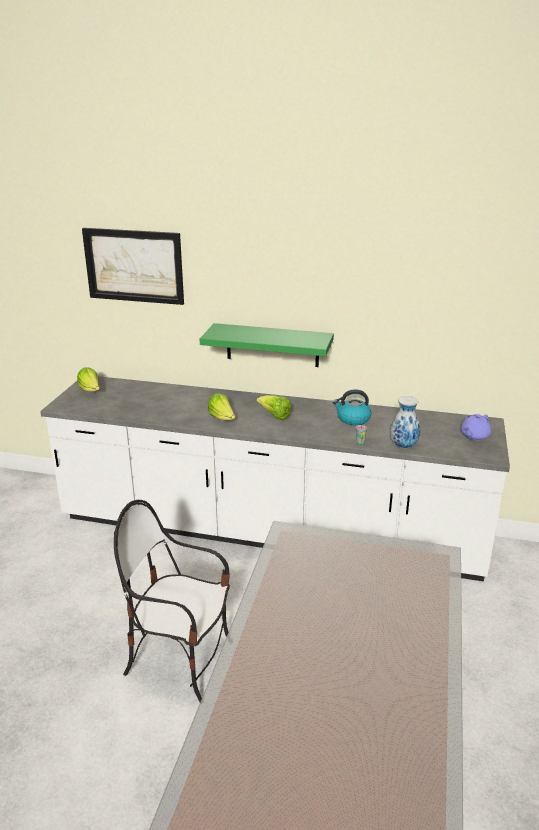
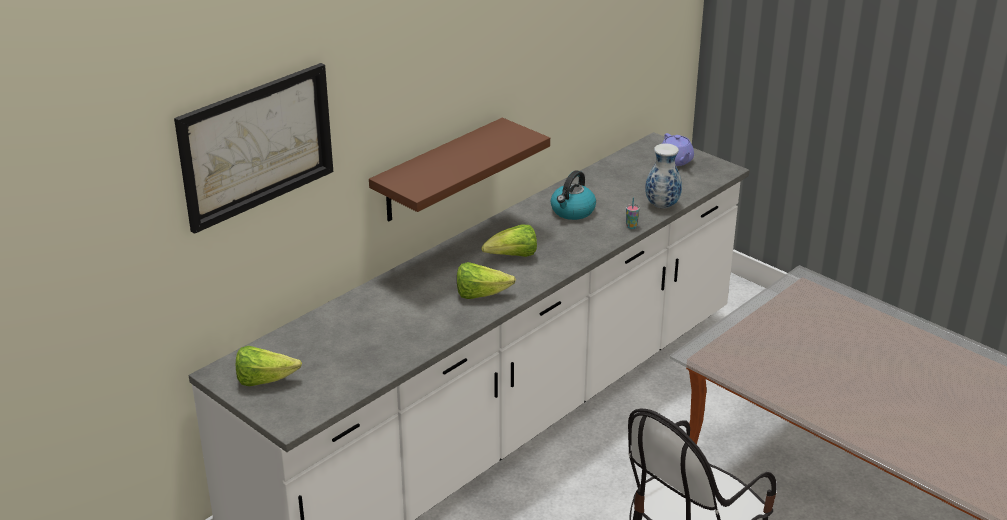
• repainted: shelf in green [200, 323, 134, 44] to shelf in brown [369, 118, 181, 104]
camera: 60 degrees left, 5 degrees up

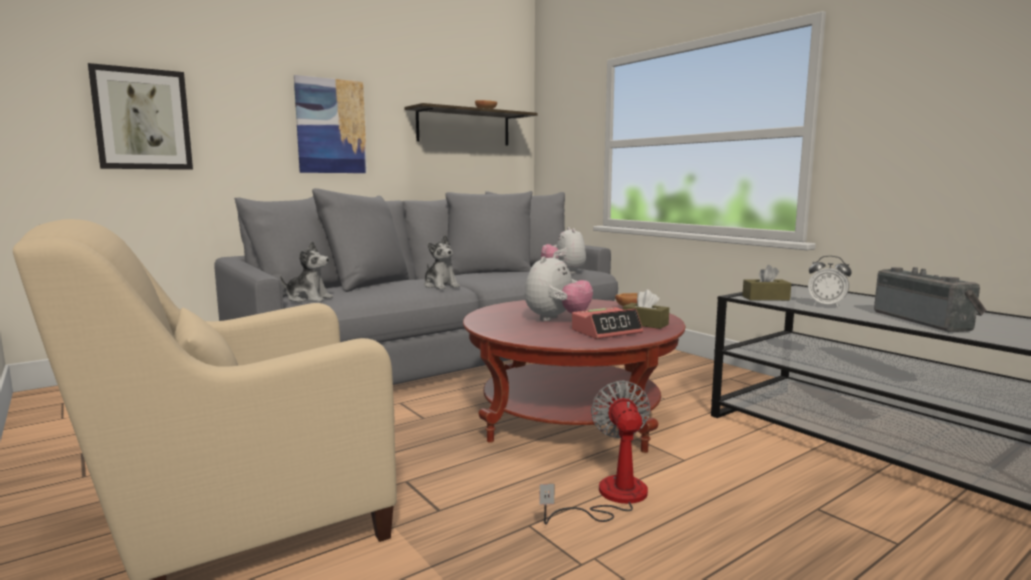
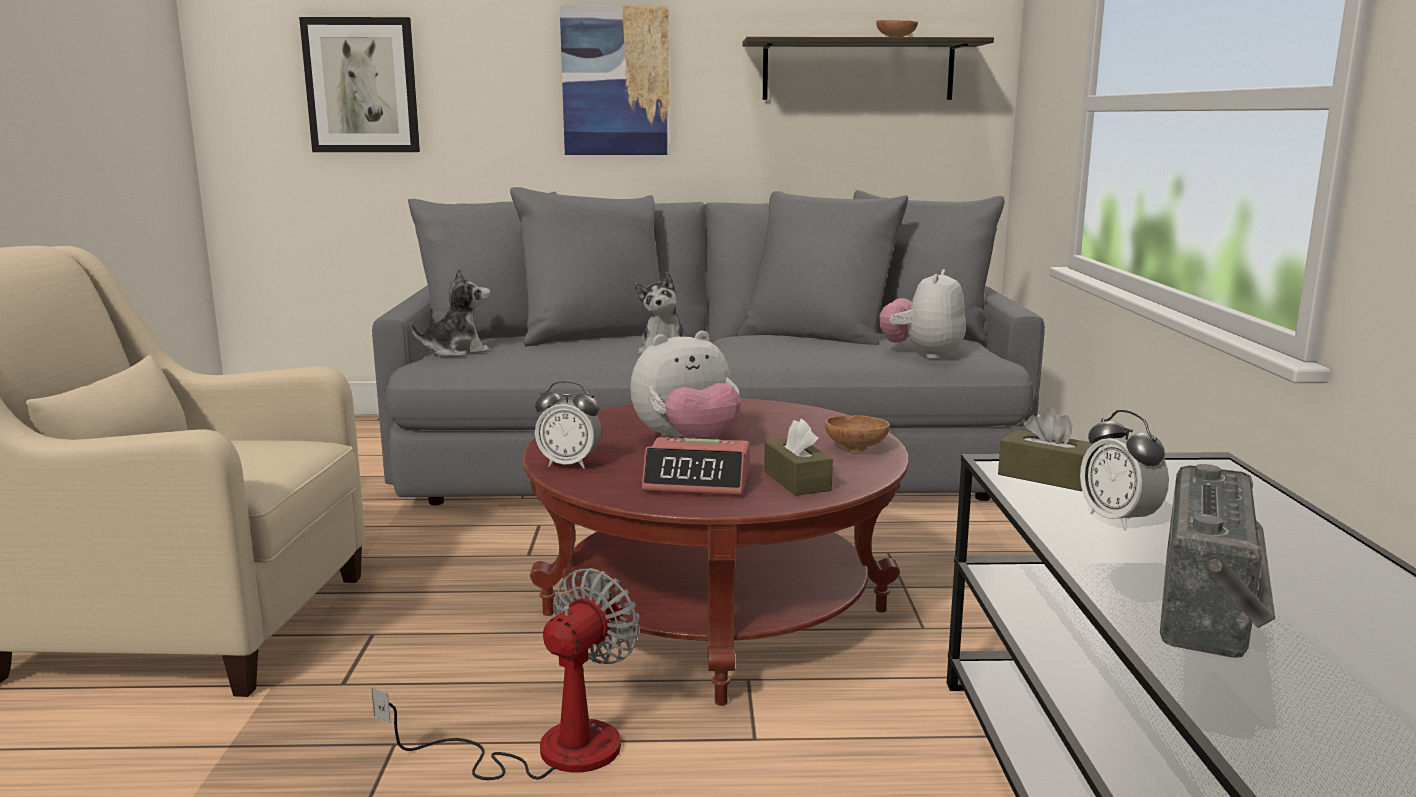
• rotated: plush toy [280, 241, 53, 62] = [411, 268, 80, 89] 75 degrees counterclockwise
• new: alarm clock [535, 381, 67, 88]
camera: 35 degrees right, 5 degrees up

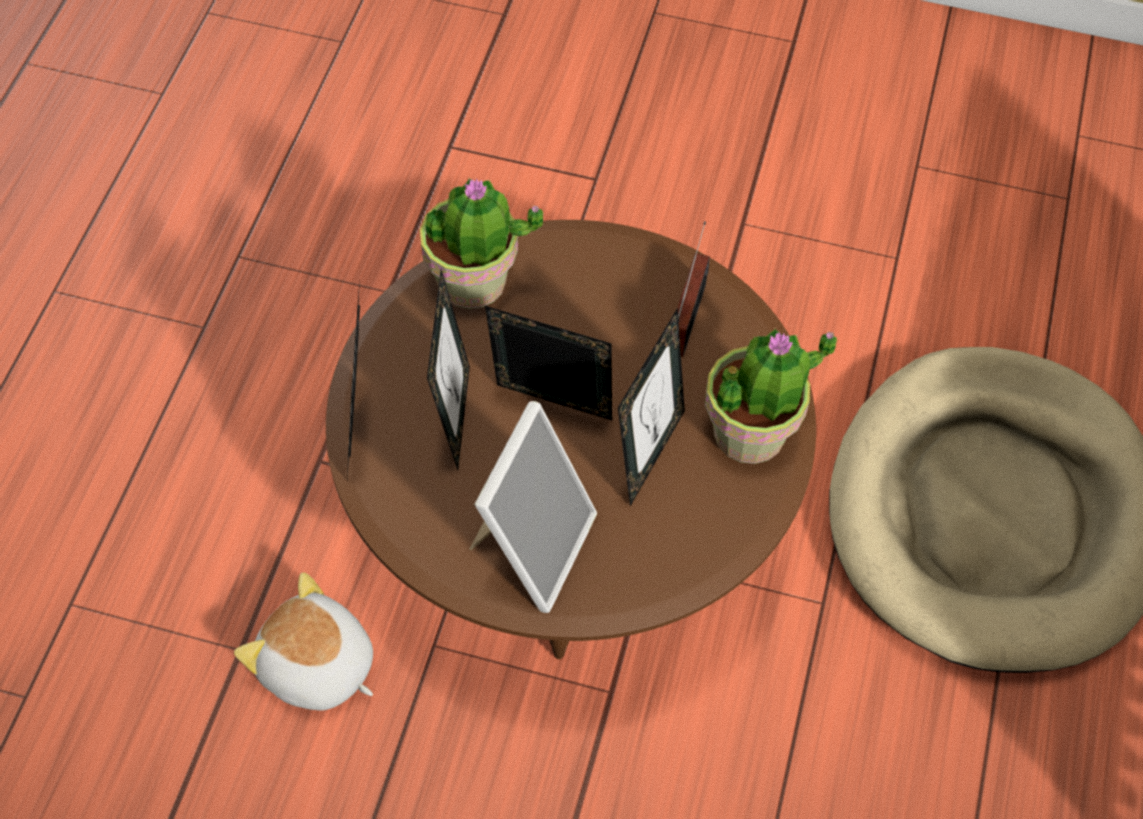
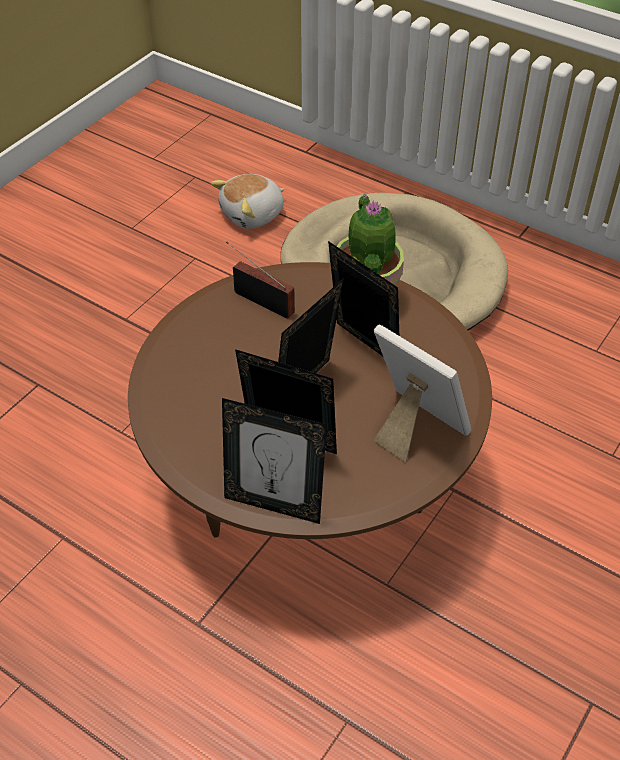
• gone: potted plant [420, 177, 123, 132]
• shifted: plush toy [234, 572, 139, 139] to [211, 174, 74, 55]
camera: 70 degrees left, 10 degrees down

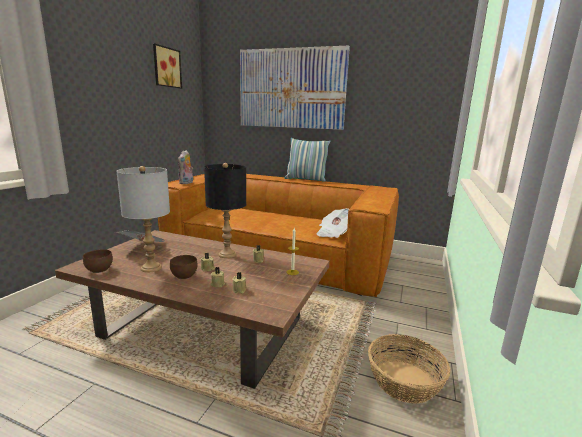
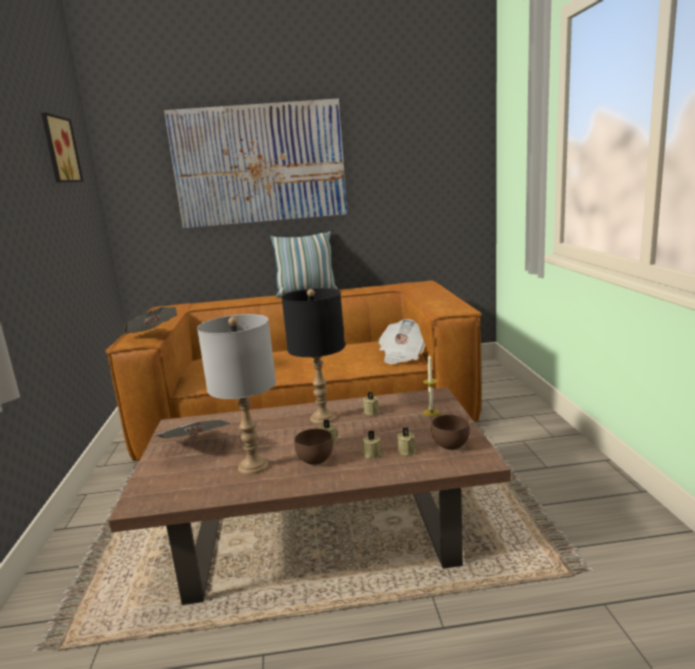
• swapped: plush toy [178, 150, 15, 34] to newspaper [123, 307, 54, 27]
• shifted: bowl in brown [83, 249, 30, 24] to [431, 415, 39, 35]
• gone: basket [368, 334, 82, 70]
camera: 25 degrees left, 0 degrees up

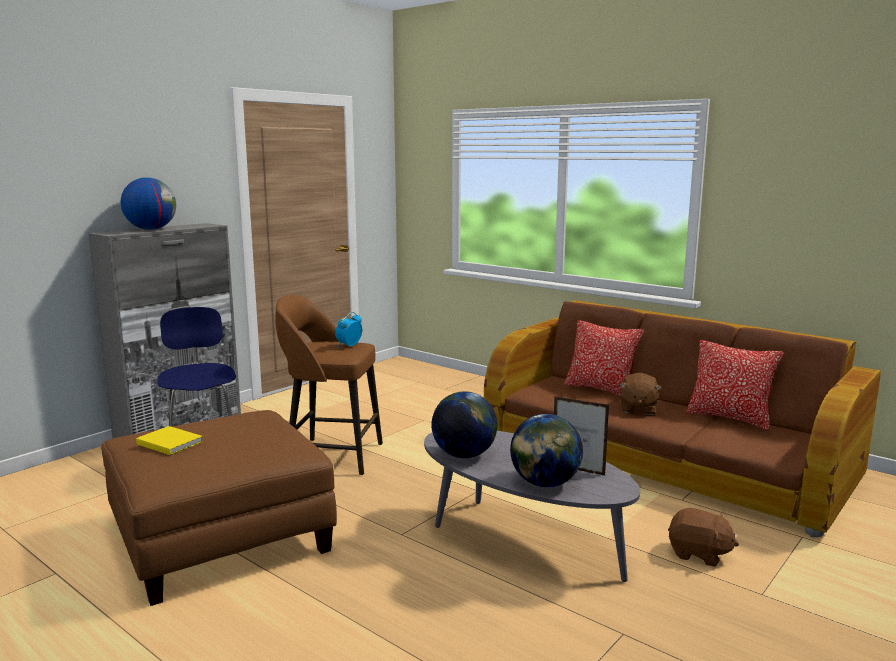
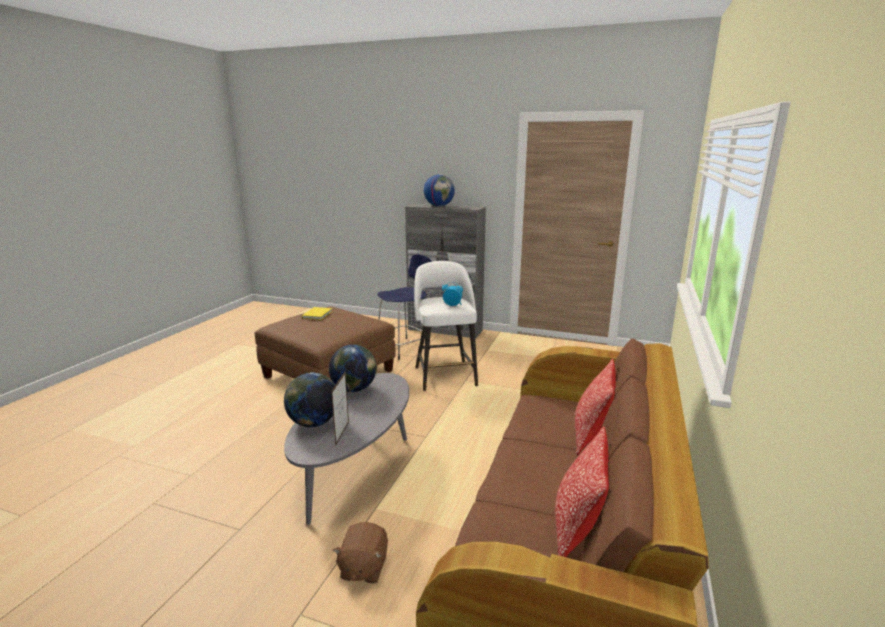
• repainted: stool in brown [275, 295, 108, 180] to stool in white [414, 261, 64, 130]
• gone: plush toy in brown [619, 373, 43, 42]
camera: 70 degrees right, 5 degrees up

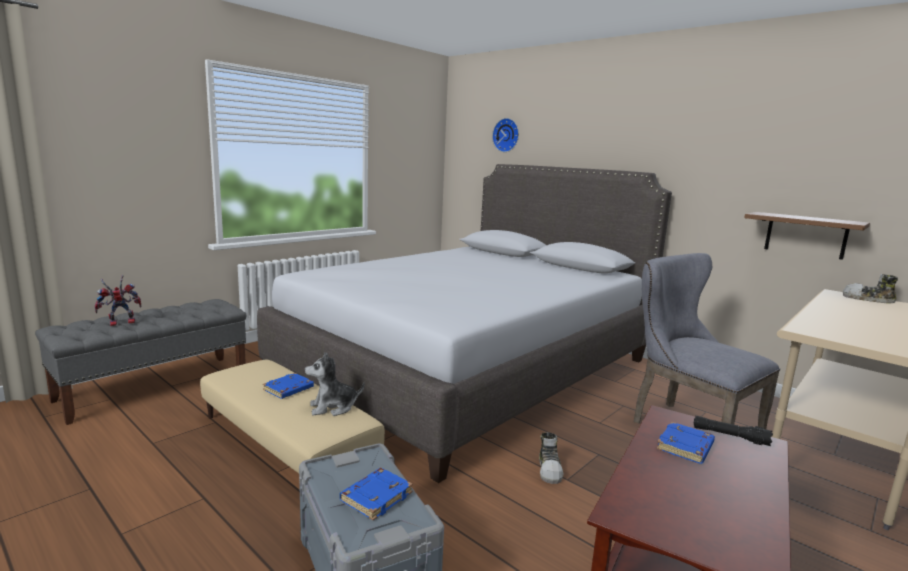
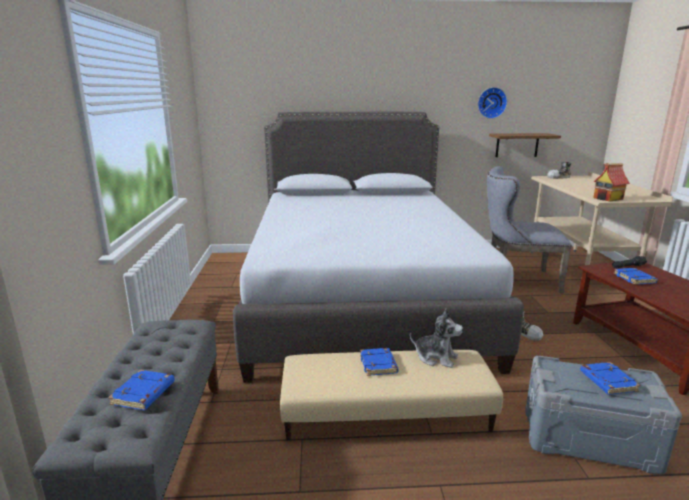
• shifted: wall clock [492, 118, 27, 34] to [478, 87, 29, 32]
• swapped: toy robot [95, 275, 46, 51] to book in blue [108, 370, 67, 40]
• rotated: plush toy [305, 352, 60, 64] = [410, 308, 53, 60] 90 degrees counterclockwise
• new: toy house [593, 163, 37, 39]
camera: 45 degrees left, 5 degrees up

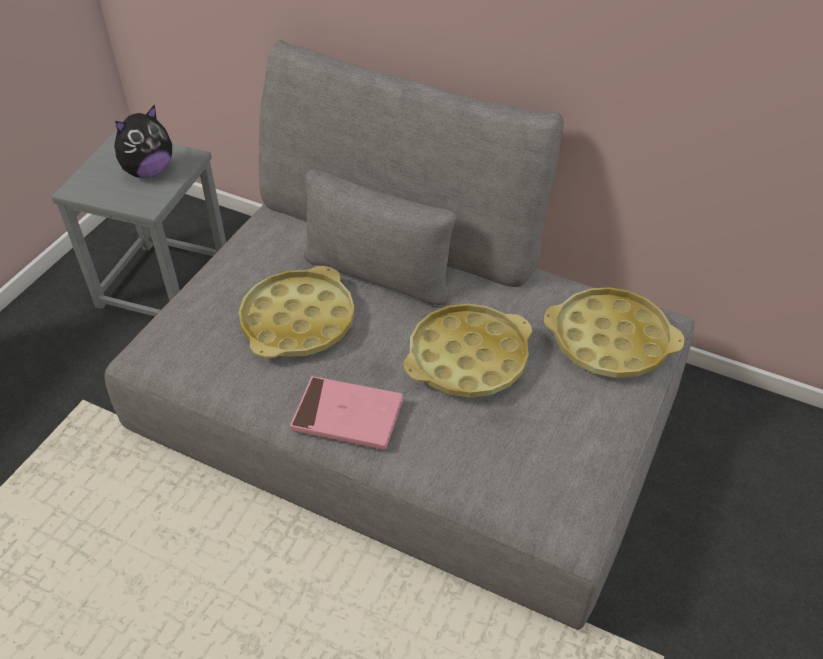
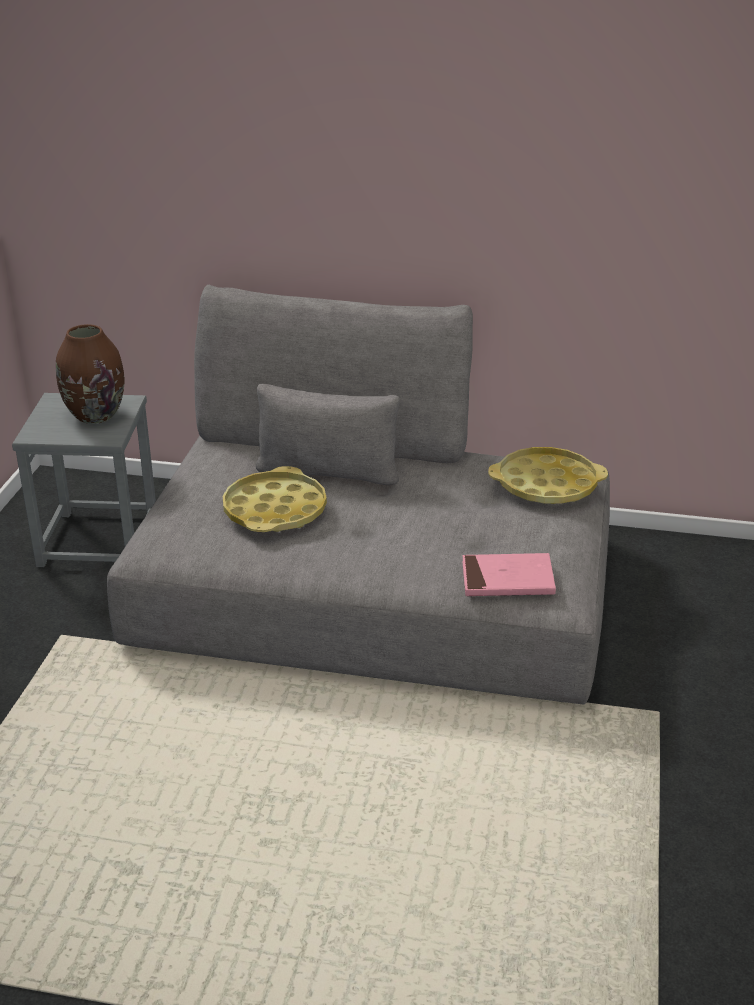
• swapped: plush toy [114, 105, 58, 73] to vase in brown [56, 324, 69, 100]
• gone: tray in yellow [403, 304, 129, 94]
• shifted: book in pink [290, 376, 113, 74] to [462, 553, 94, 43]
camera: 15 degrees left, 15 degrees down

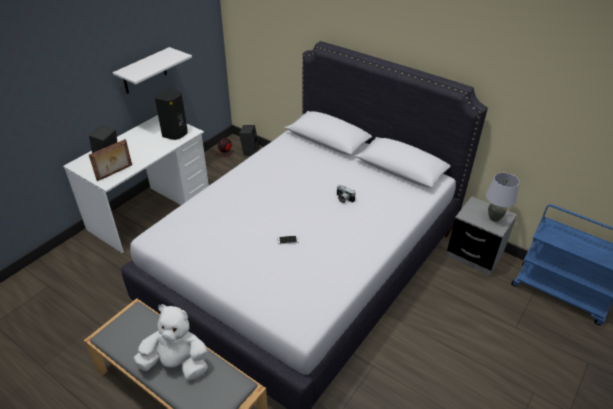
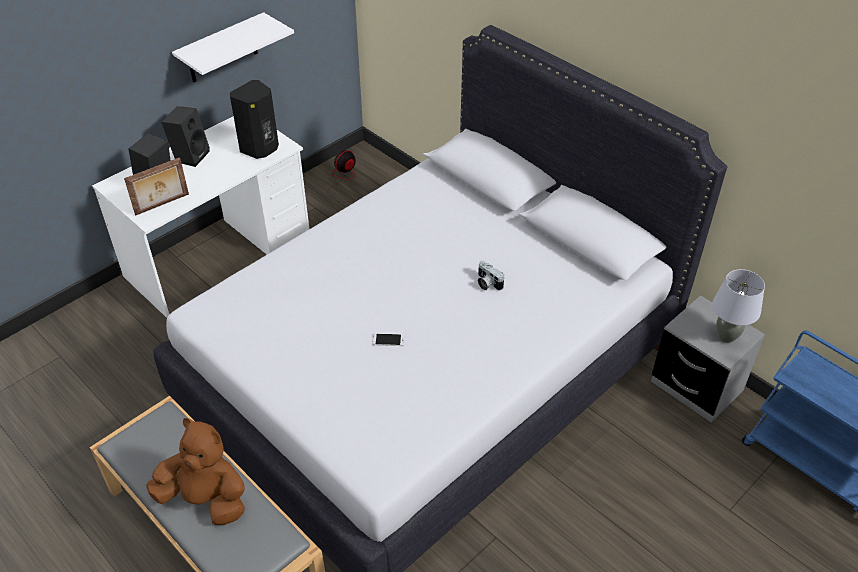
• shifted: speaker in black [239, 125, 20, 31] to [161, 106, 49, 61]
• repainted: plush toy in white [133, 304, 75, 76] to plush toy in brown [146, 418, 99, 107]
camera: 10 degrees right, 5 degrees up

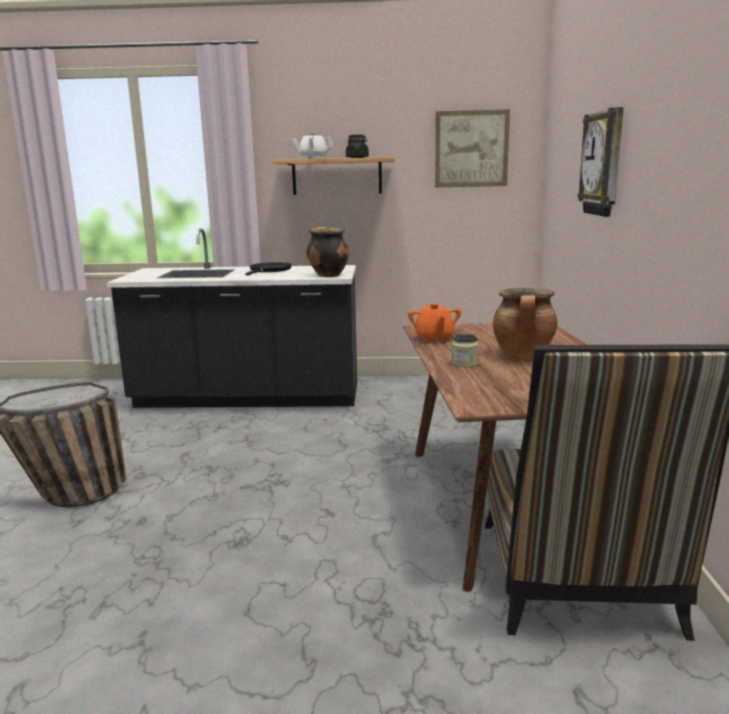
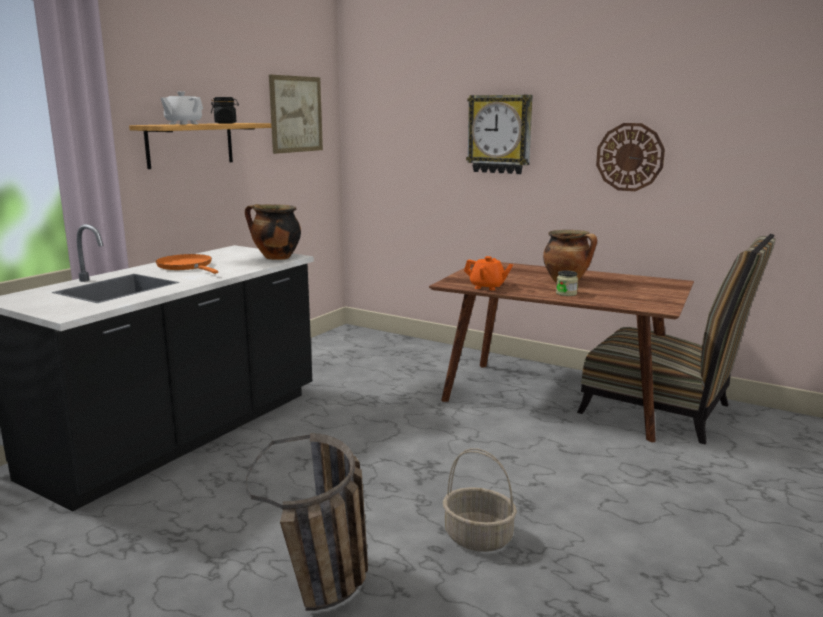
• repainted: frying pan in black [245, 262, 47, 13] to frying pan in orange [156, 254, 62, 20]
• new: wall clock [596, 123, 69, 68]
• new: basket [443, 448, 74, 104]
camera: 60 degrees left, 0 degrees up

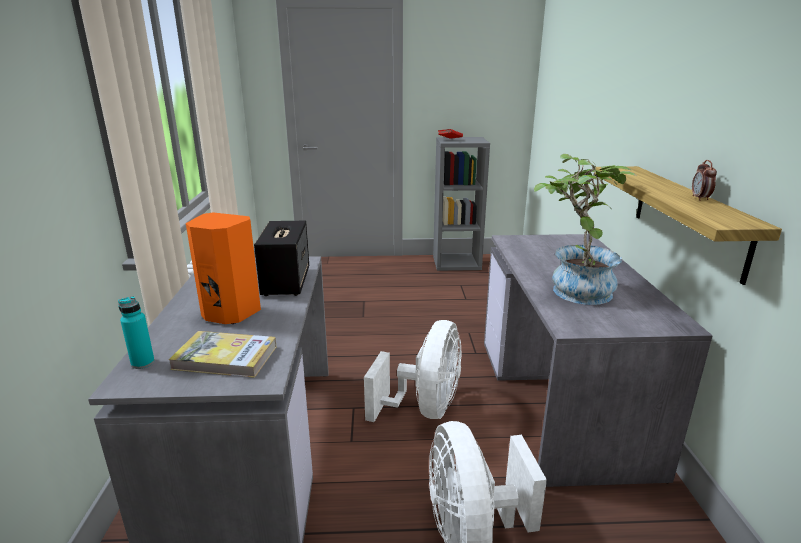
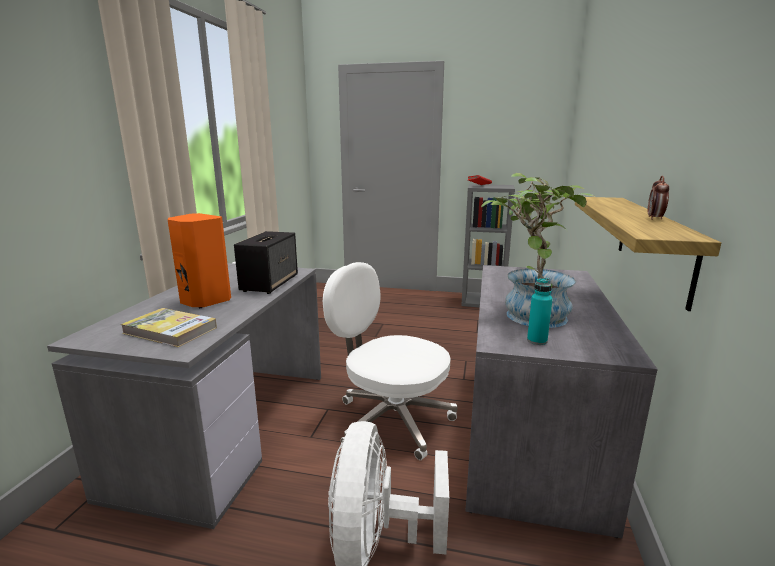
• shifted: bottle in turquoise [118, 296, 37, 73] to [527, 278, 26, 67]
• swapped: fan in white [364, 320, 97, 102] to office chair in white [323, 262, 135, 198]
camera: 15 degrees right, 5 degrees down

